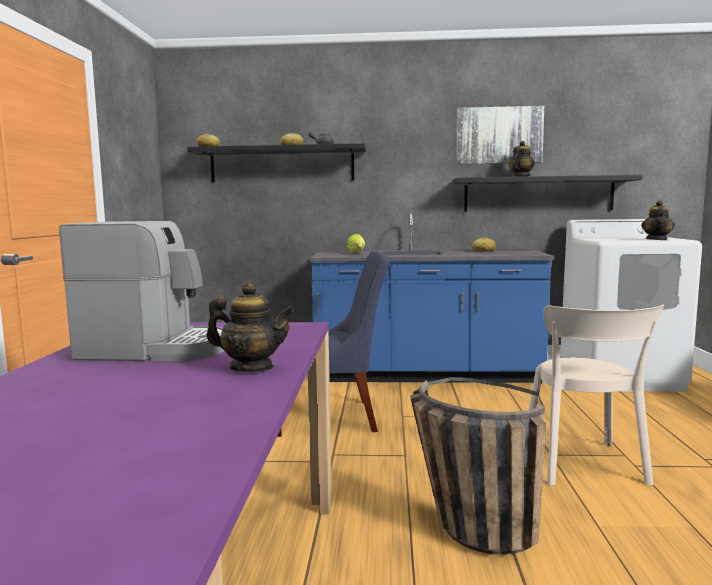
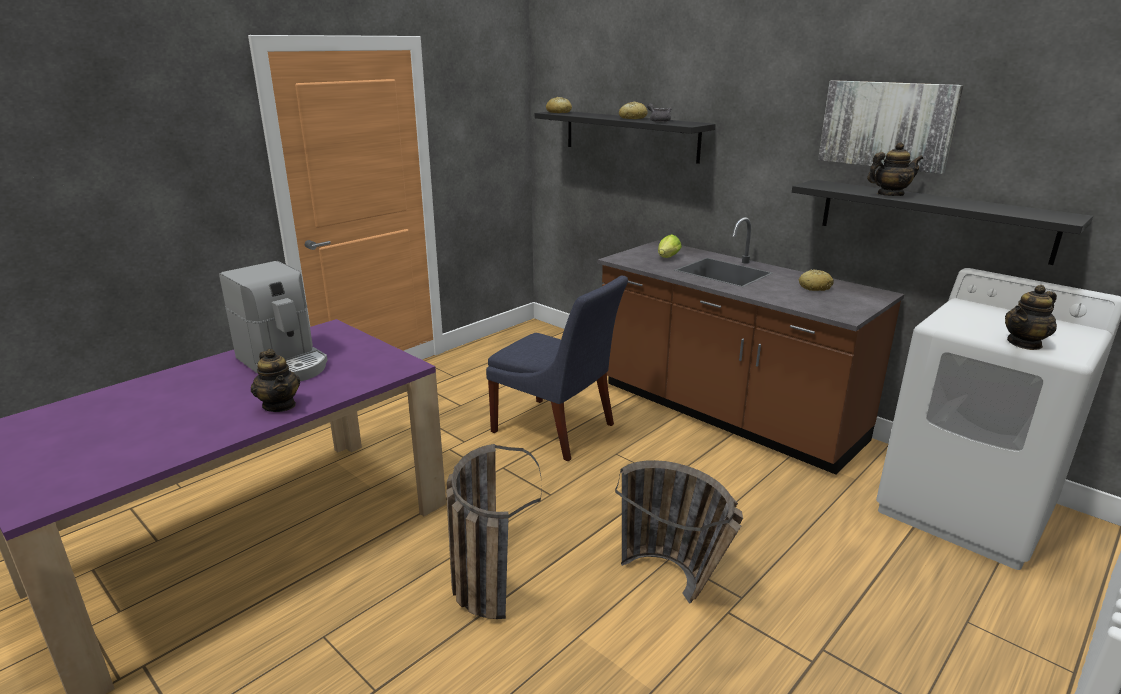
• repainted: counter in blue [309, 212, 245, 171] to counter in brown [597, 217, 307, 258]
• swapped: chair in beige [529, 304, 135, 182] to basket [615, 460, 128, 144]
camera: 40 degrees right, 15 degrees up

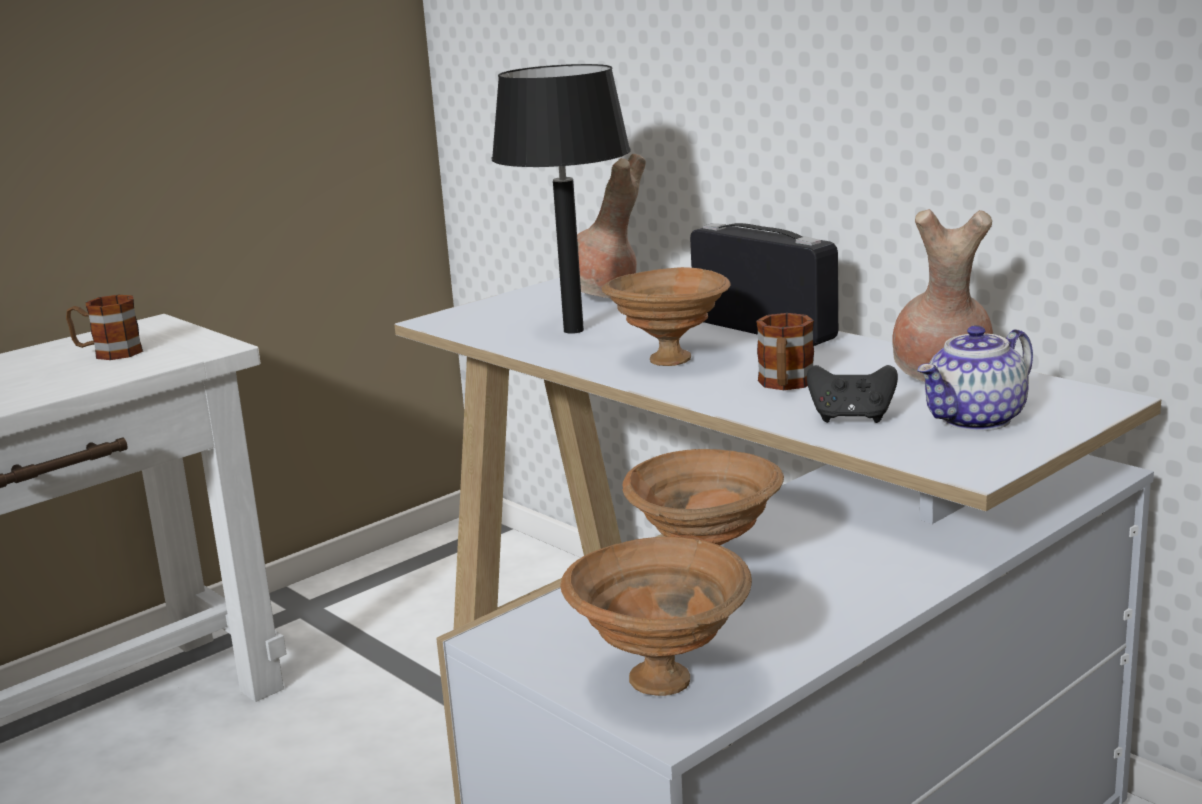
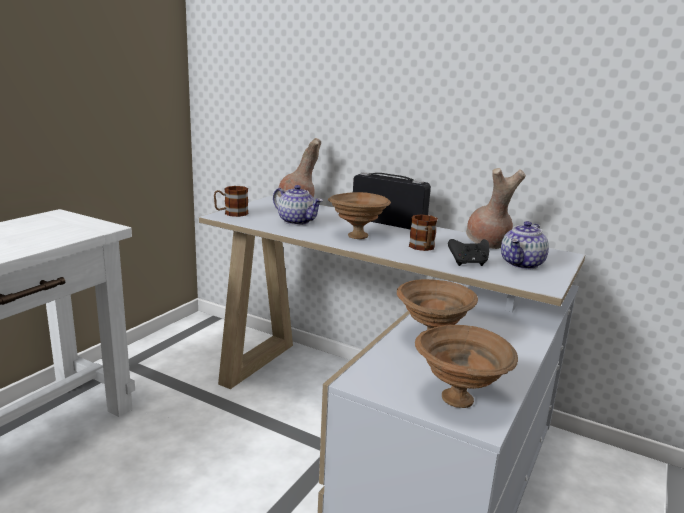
• swapped: table lamp in black [492, 64, 139, 270] to teapot [273, 185, 50, 40]
• shifted: mug [66, 295, 77, 65] to [214, 186, 34, 31]
camera: 20 degrees left, 0 degrees up

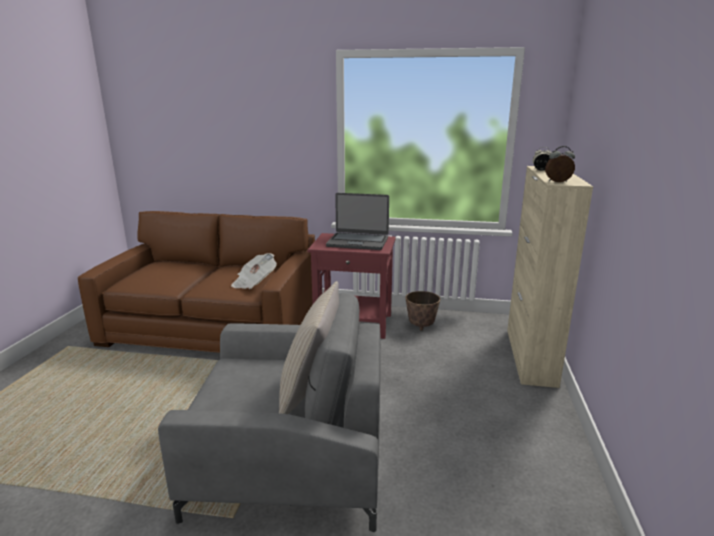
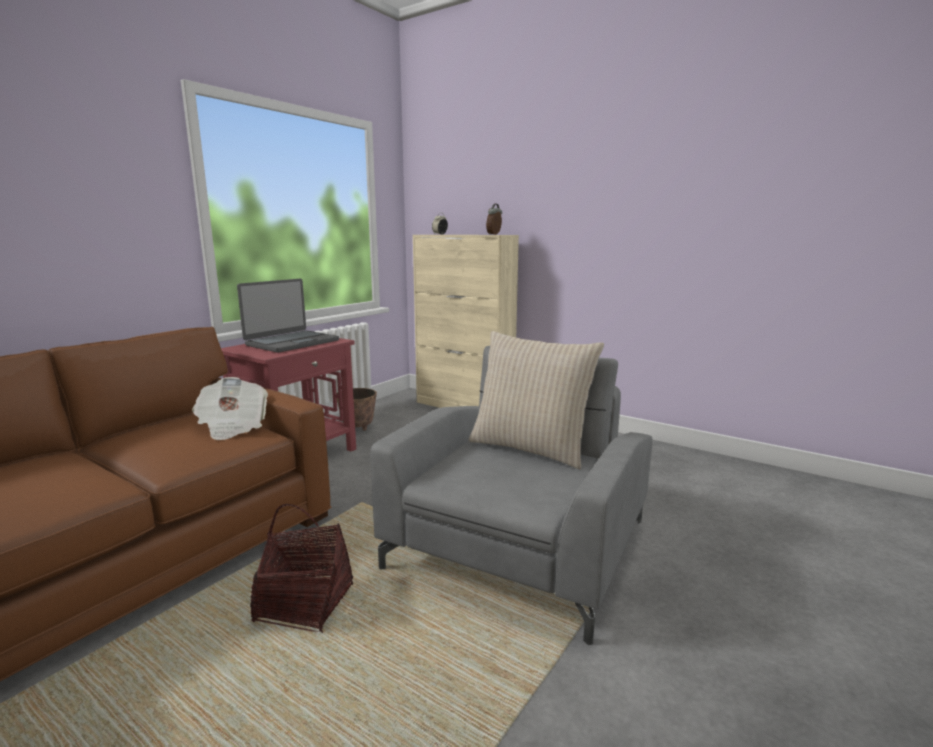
• new: basket [250, 504, 103, 129]
camera: 65 degrees left, 5 degrees down

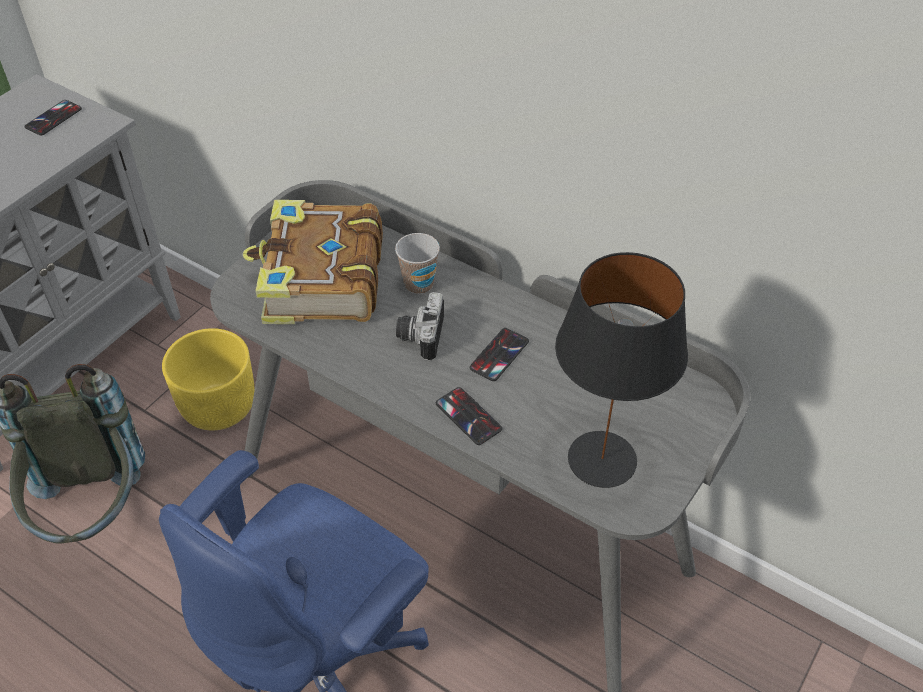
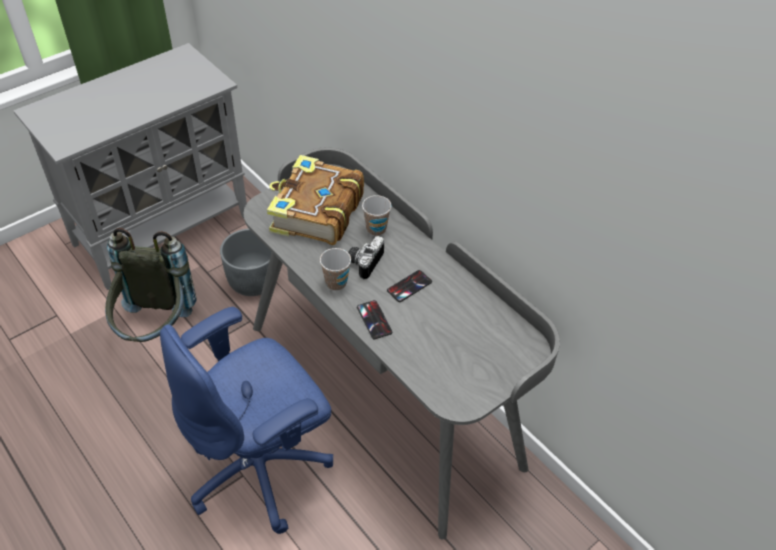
• gone: phone [25, 100, 57, 35]
• gone: table lamp in black [555, 252, 133, 236]
• repainted: planter in yellow [162, 328, 93, 102] to planter in grey [220, 228, 52, 68]
• new: cup [320, 248, 31, 43]
camera: 15 degrees right, 0 degrees up

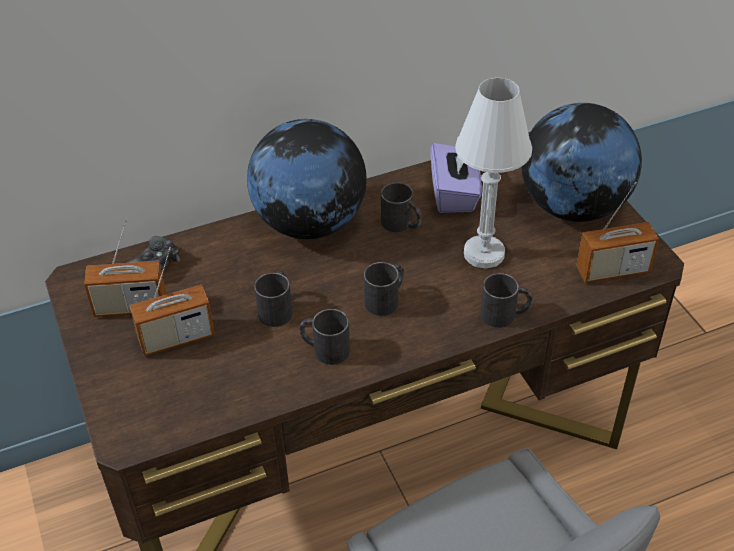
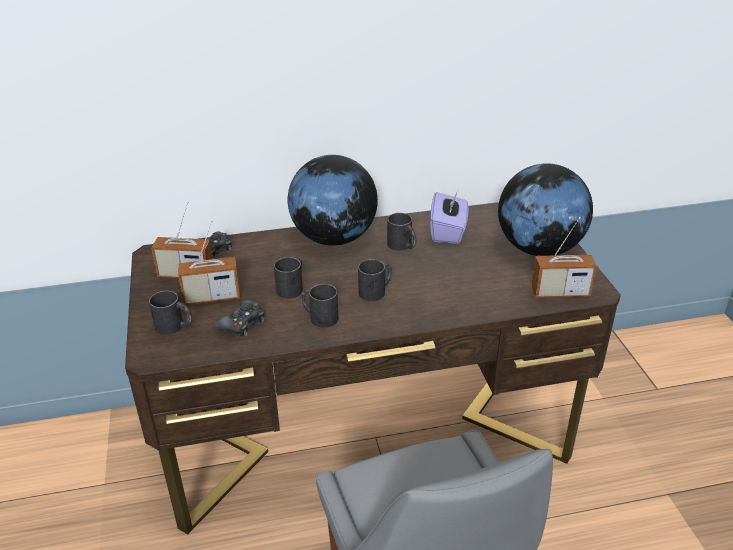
• gone: table lamp in white [455, 78, 77, 191]
• shifted: mug in black [480, 273, 53, 55] to [149, 291, 43, 44]
• new: game controller in black [215, 300, 50, 36]
camera: 10 degrees right, 10 degrees down

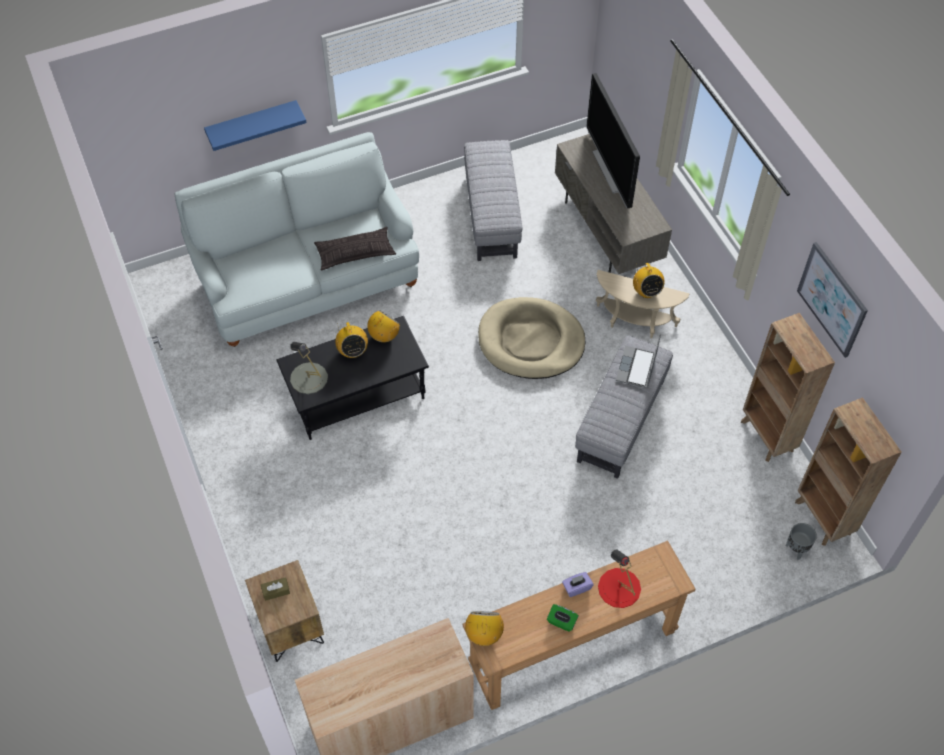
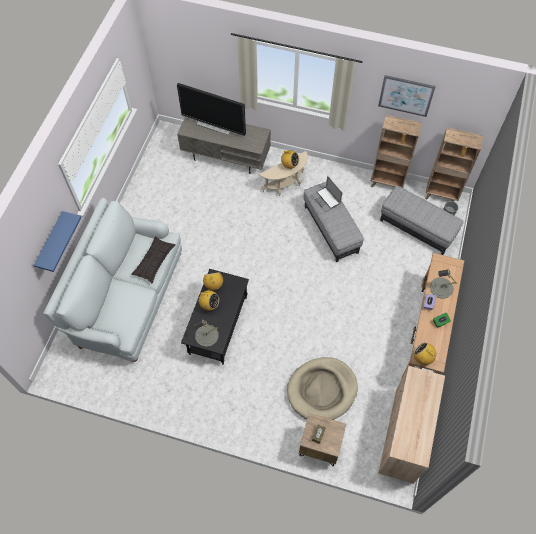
• shifted: ottoman in grey [464, 140, 58, 121] to [380, 186, 83, 69]
• shifted: dog bed in beige [478, 297, 107, 82] to [287, 357, 71, 63]
• repainted: table lamp in red [598, 549, 43, 59] to table lamp in grey [430, 269, 27, 30]
camera: 50 degrees left, 5 degrees up

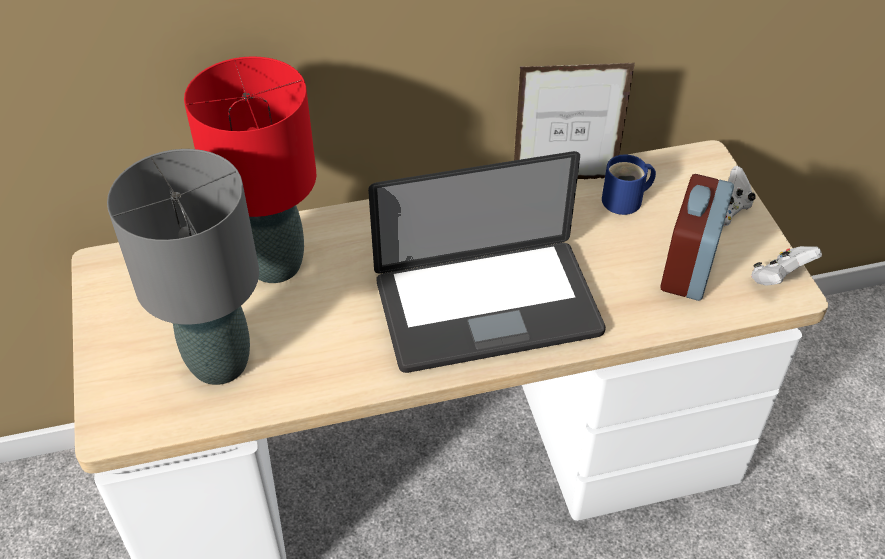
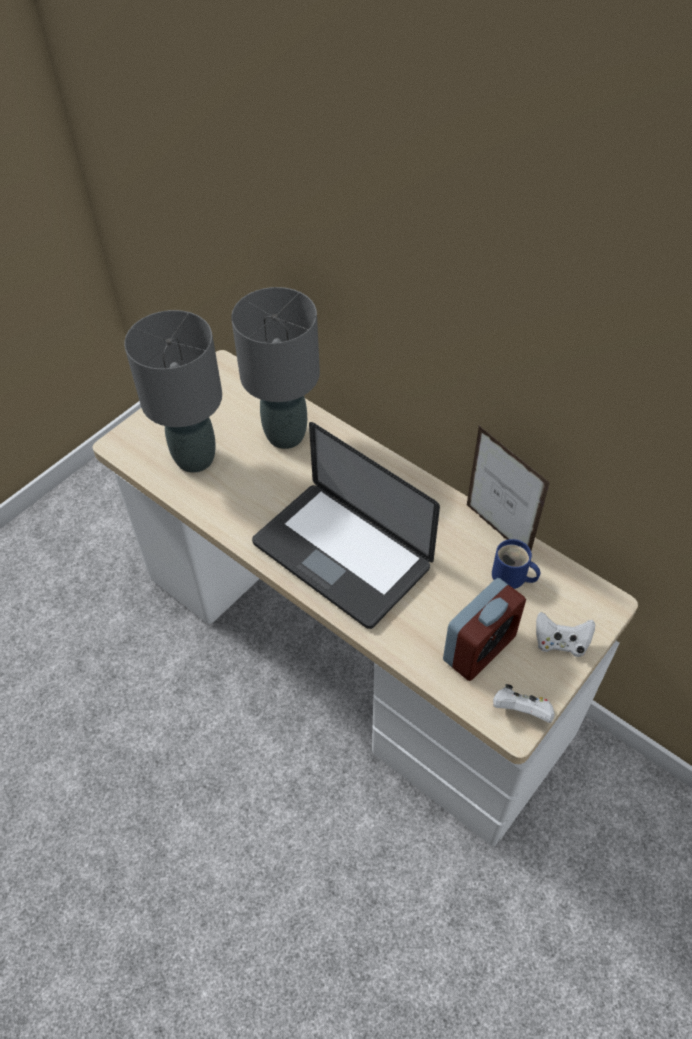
• repainted: table lamp in red [184, 56, 132, 227] to table lamp in grey [231, 287, 89, 162]
• rotated: alarm clock [660, 174, 74, 127] = [443, 578, 83, 103] 150 degrees clockwise
camera: 55 degrees right, 5 degrees up

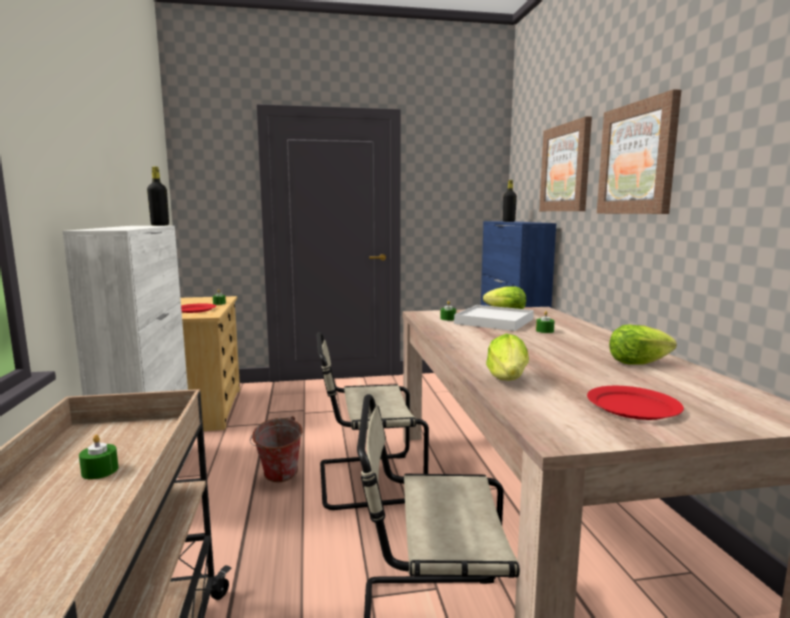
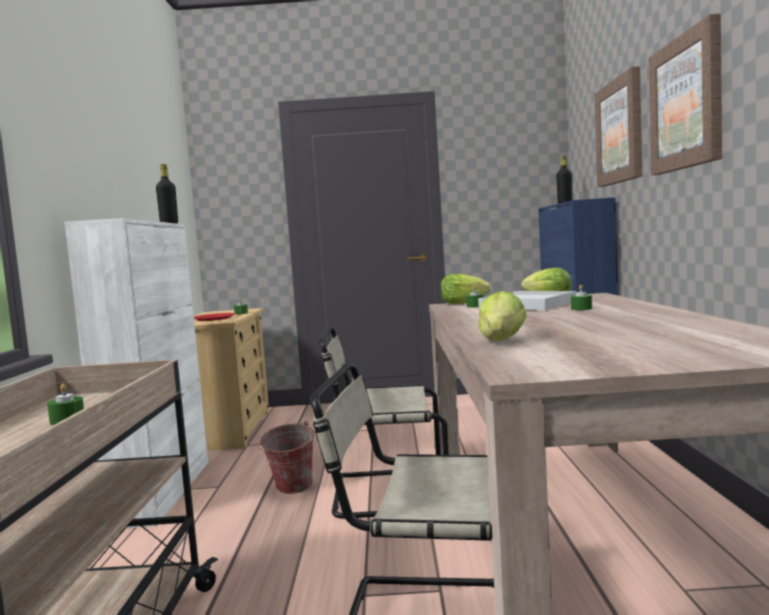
• shifted: lettuce [609, 324, 68, 41] to [441, 274, 50, 30]
• gone: plate in red [587, 386, 97, 34]
camera: 10 degrees right, 5 degrees down

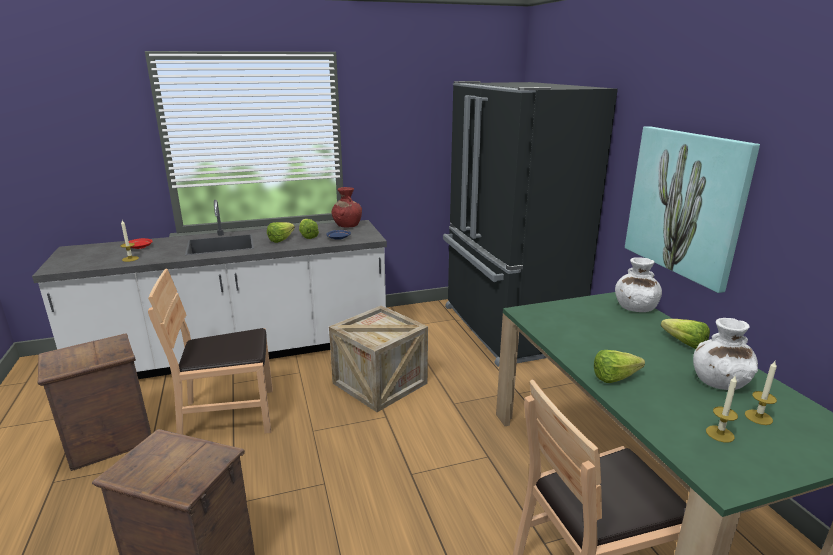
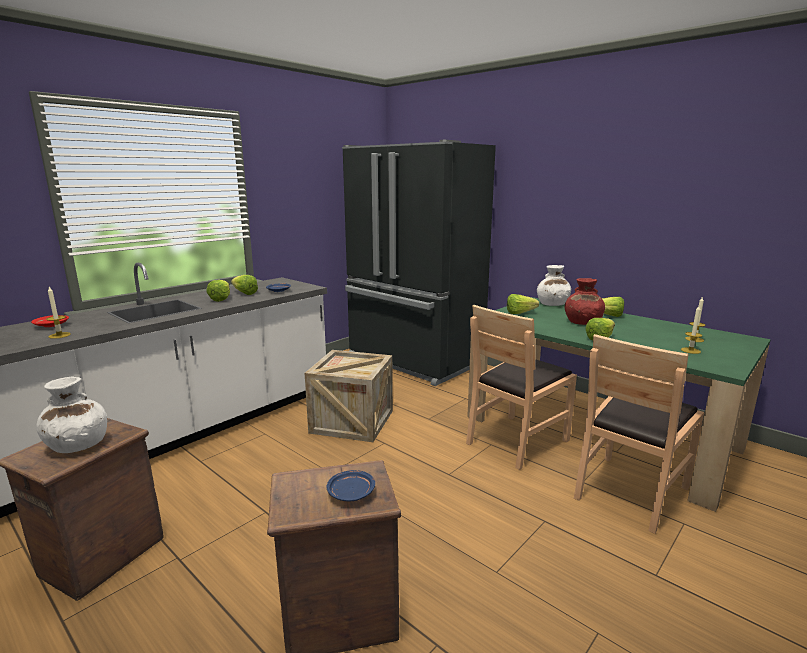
• gone: picture [625, 126, 135, 167]
• shifted: vase in red [331, 187, 31, 40] to [565, 278, 40, 47]
• shifted: chair in brown [148, 269, 125, 166] to [466, 305, 111, 165]
• shifted: vase in white [693, 318, 65, 72] to [36, 376, 71, 77]
• new: lettuce [507, 294, 32, 20]
• new: plate in blue [326, 470, 49, 31]
camera: 30 degrees left, 5 degrees down

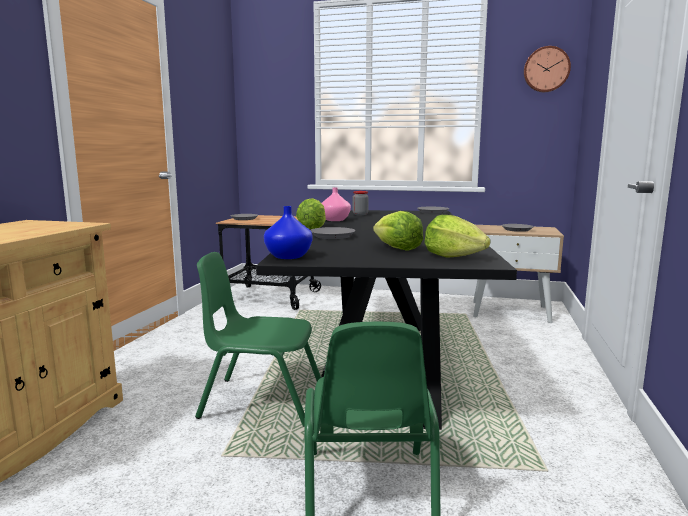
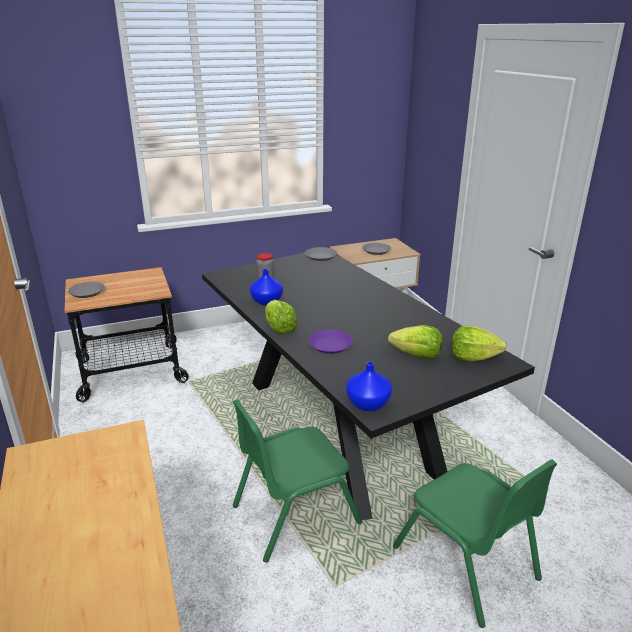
• gone: wall clock [524, 46, 47, 46]
• repainted: vase in pink [322, 187, 29, 34] to vase in blue [250, 269, 33, 36]
• repainted: plate in grey [311, 227, 45, 12] to plate in purple [308, 329, 45, 25]
camera: 35 degrees left, 15 degrees up

